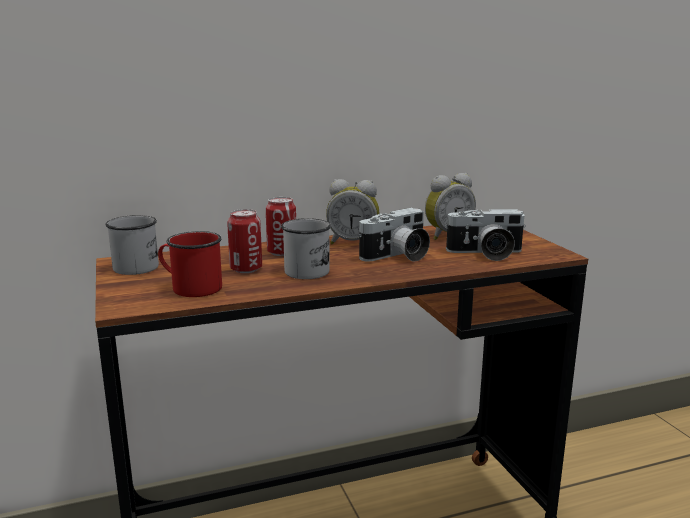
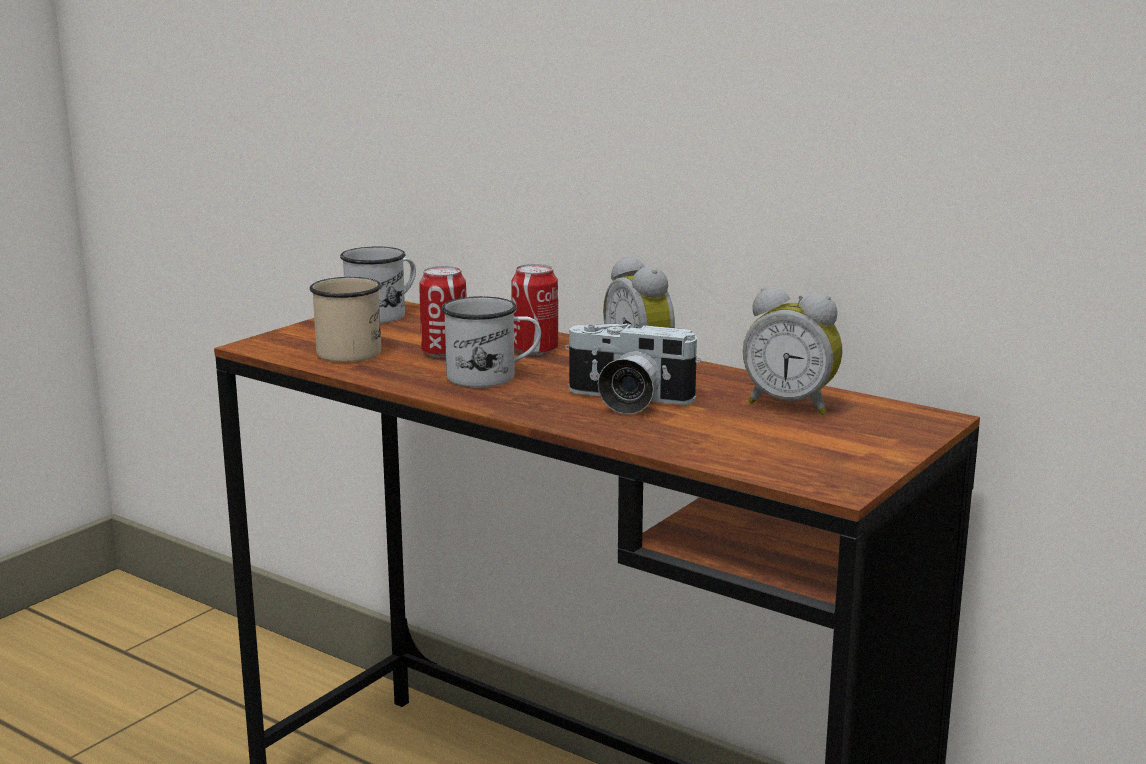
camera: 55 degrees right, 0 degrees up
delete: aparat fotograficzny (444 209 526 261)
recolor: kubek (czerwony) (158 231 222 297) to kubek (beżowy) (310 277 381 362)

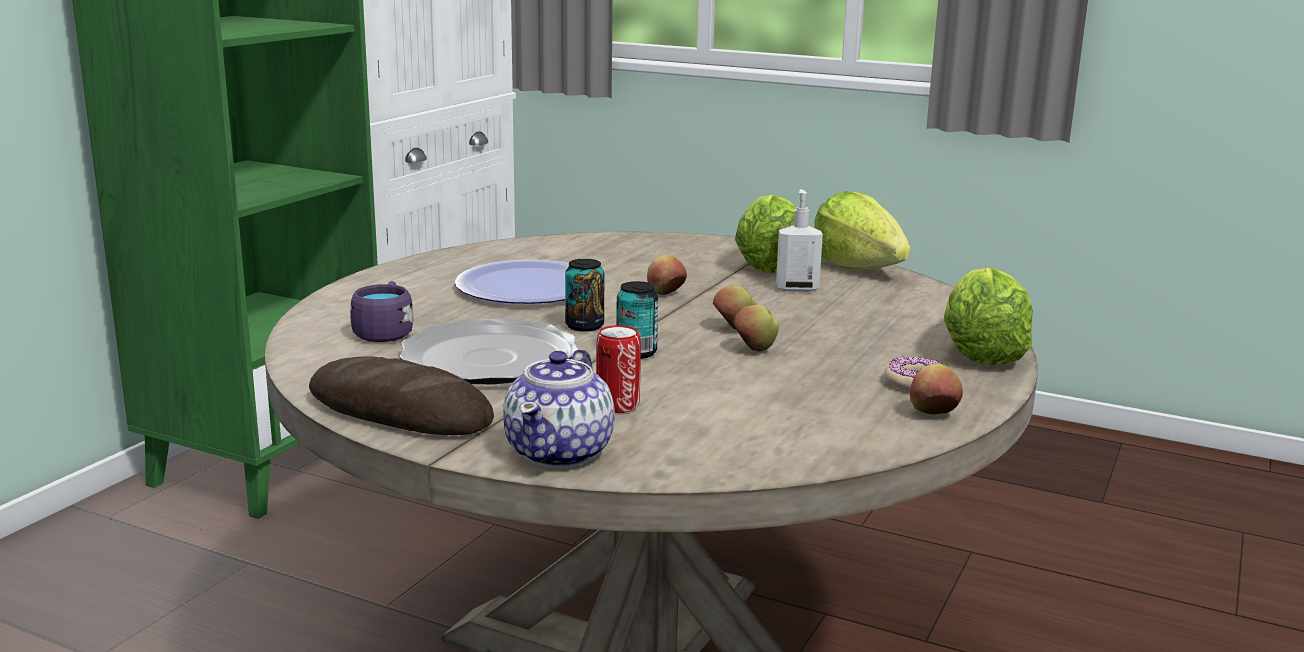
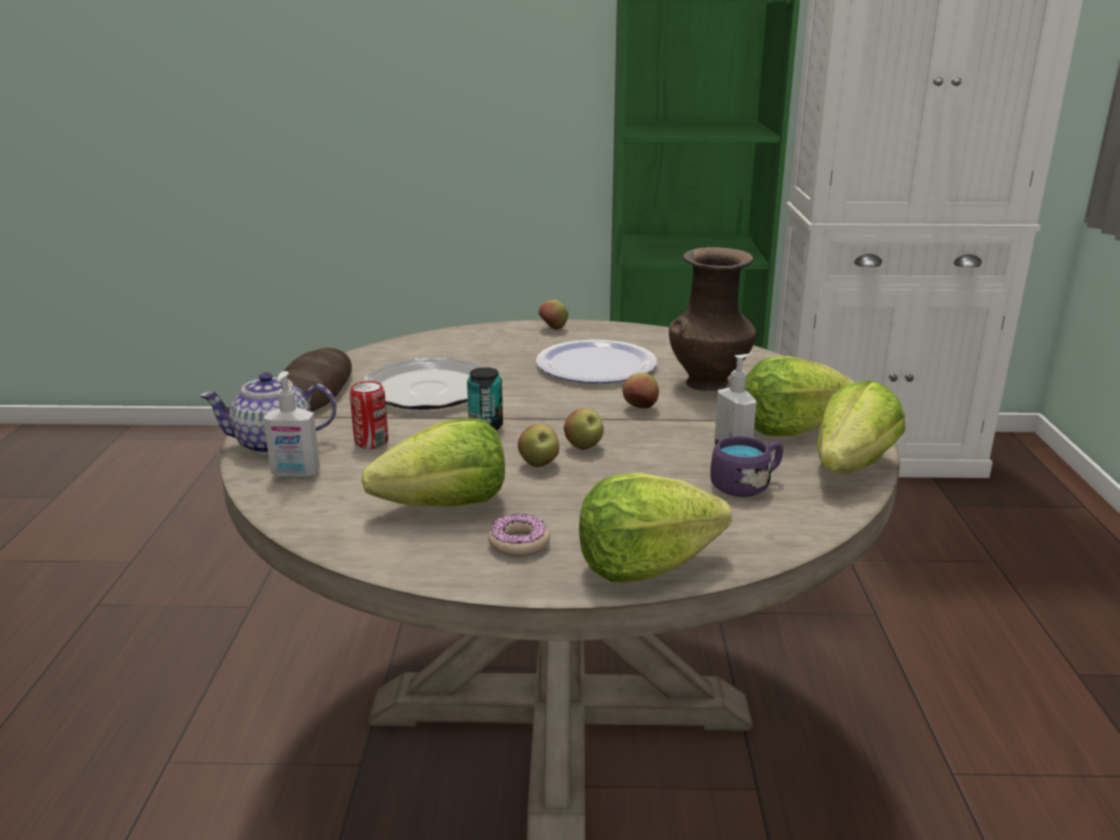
camera: 65 degrees right, 5 degrees up
delete: puszka (565 259 605 332)
insert: dozownik mydła (263 371 320 478); sałata (361 418 505 507); wazon (brązowy) (669 247 756 391)
move: jabłko (910 364 963 414) to (538 300 568 330); kubek (fioletowy) (350 281 413 342) to (710 436 783 497)

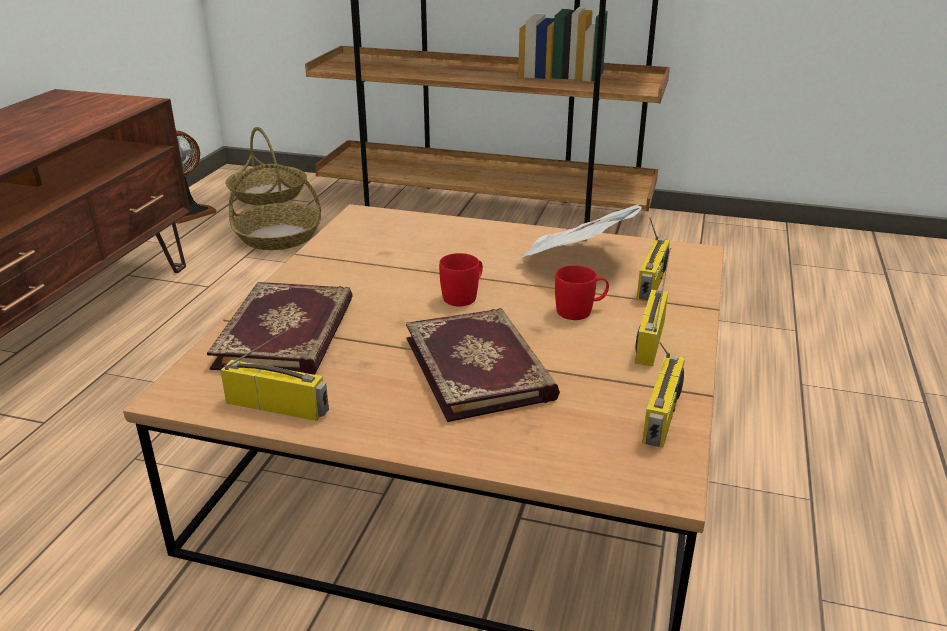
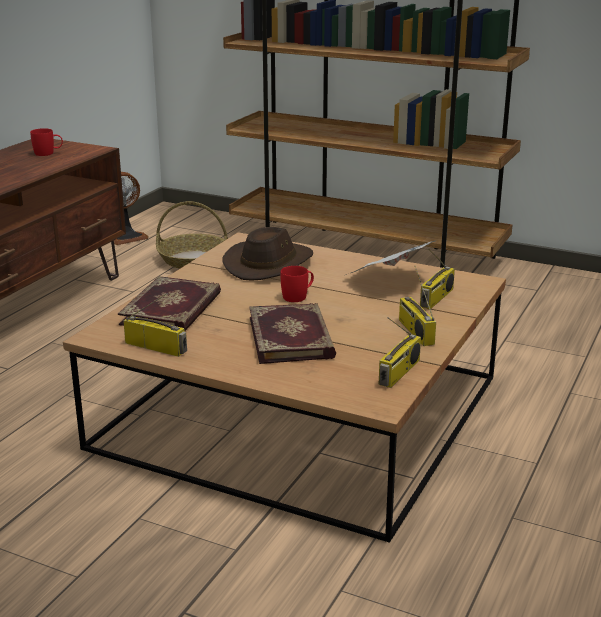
camera: 10 degrees right, 5 degrees down
delete: koszyk (225 127 307 205)
insert: kapelusz (brązowy) (222 227 313 281)
move: kubek (czerwony) (555 265 609 320) to (30 128 63 156)
rotate: radio (635 248 671 366) = (399 266 436 346) 45 degrees counterclockwise

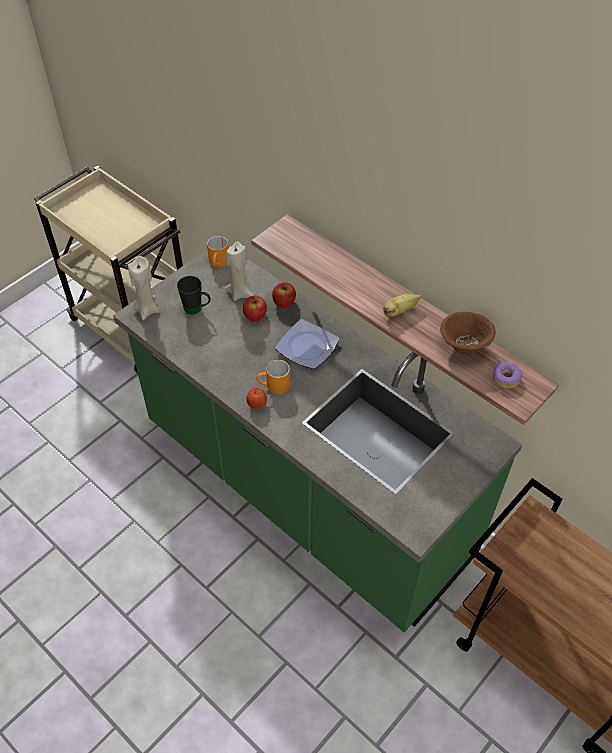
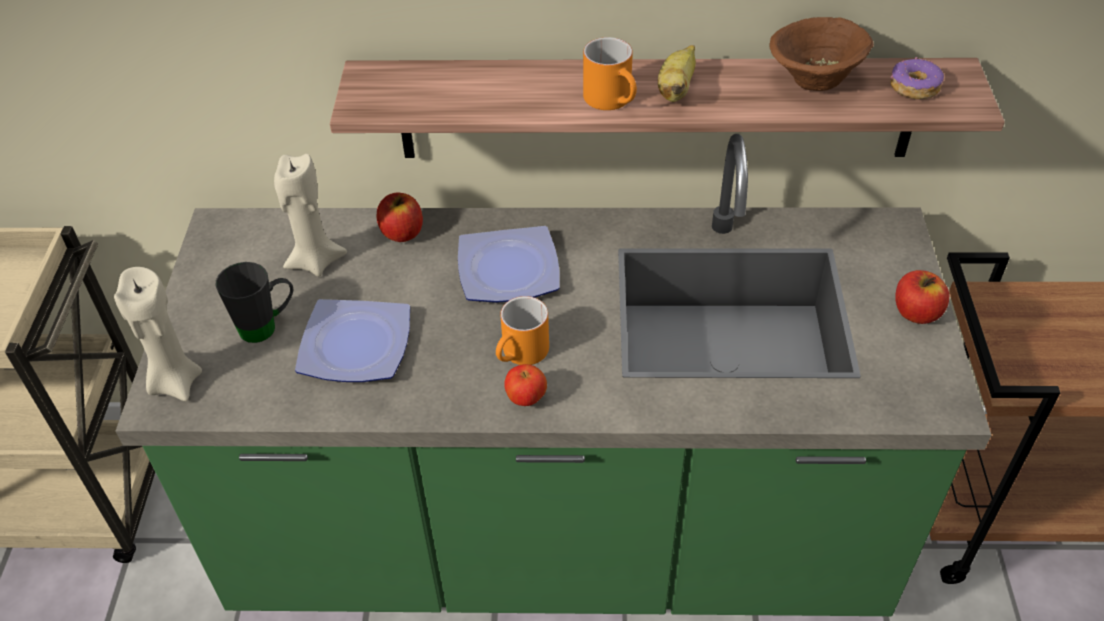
camera: 40 degrees left, 5 degrees down
insert: talerz (295 299 410 382)
move: kubek (pomarańczowy) (207 236 229 267) to (583 37 637 110); jabłko (243 295 267 322) to (895 270 949 324)

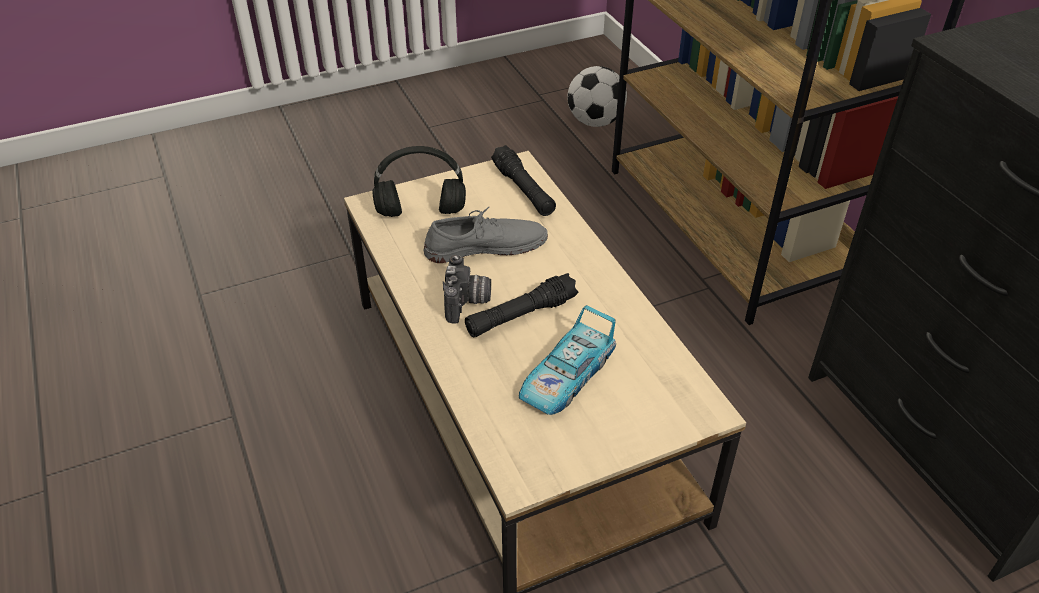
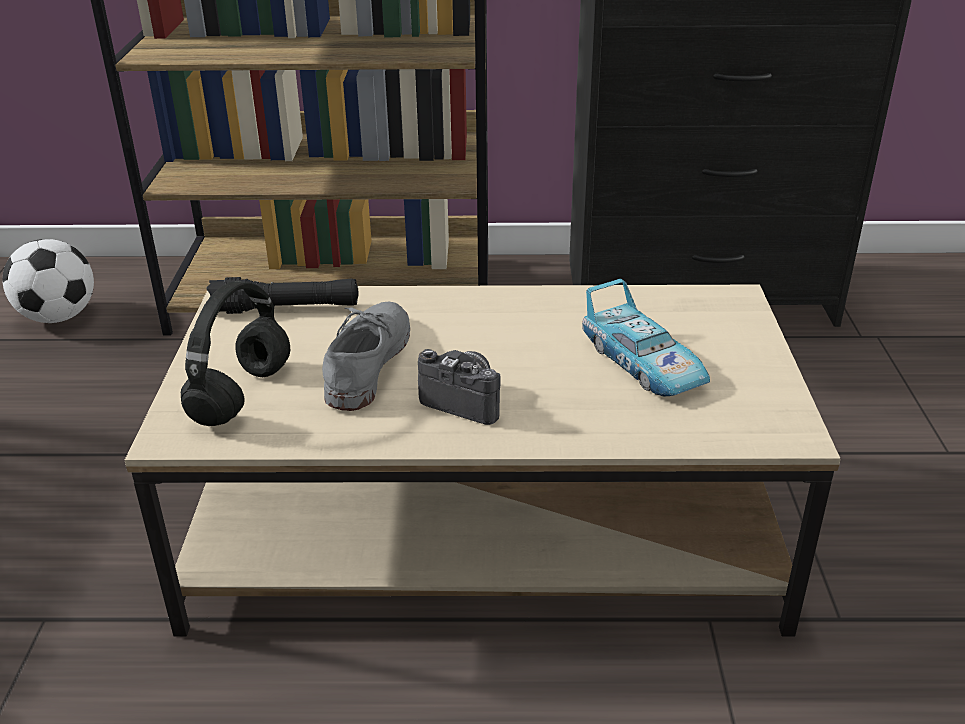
camera: 65 degrees left, 10 degrees down
delete: latarka (czarny) (465 273 579 337)

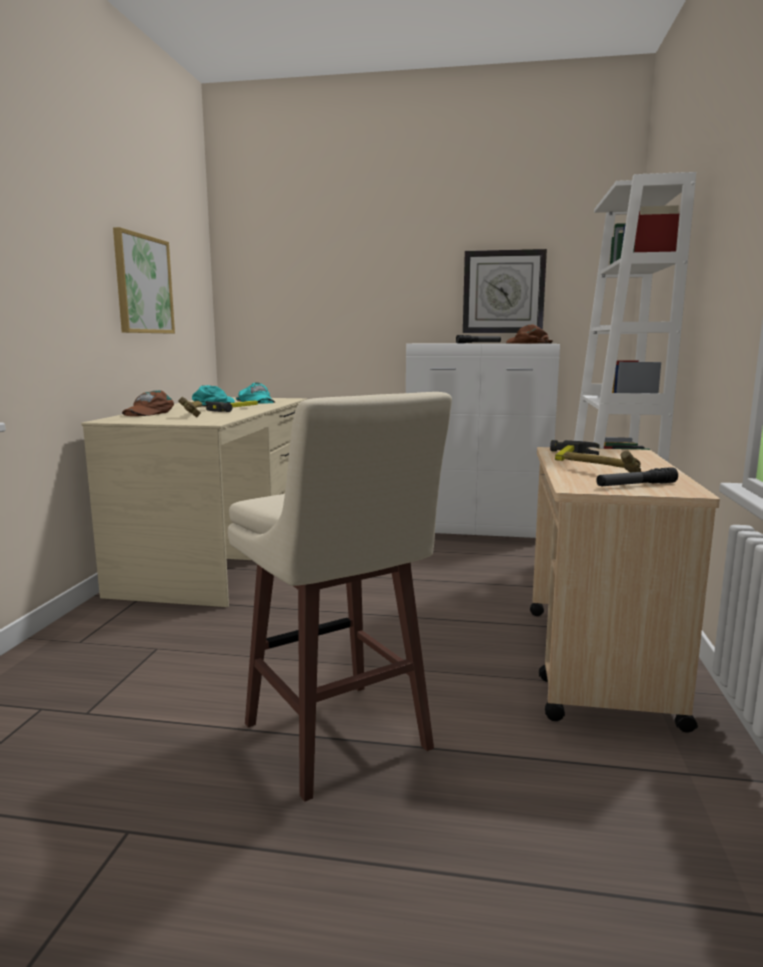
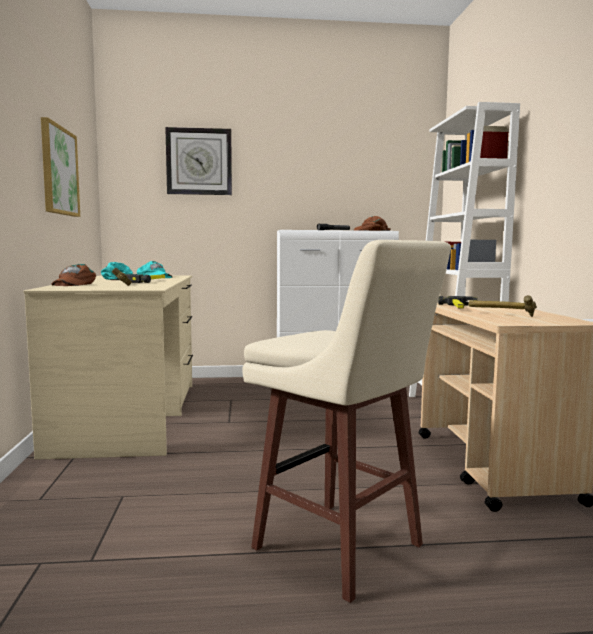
camera: 15 degrees left, 5 degrees down
delete: latarka (596 467 678 486)
move: zegar ścienny (463 249 547 333) to (165 127 232 195)

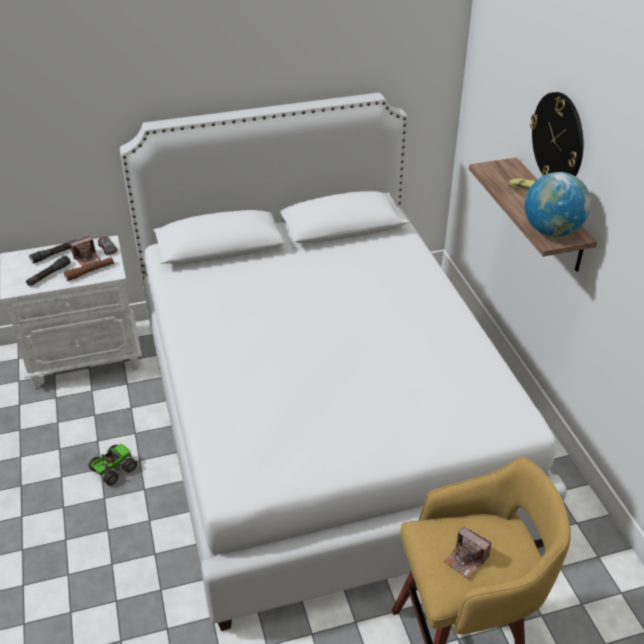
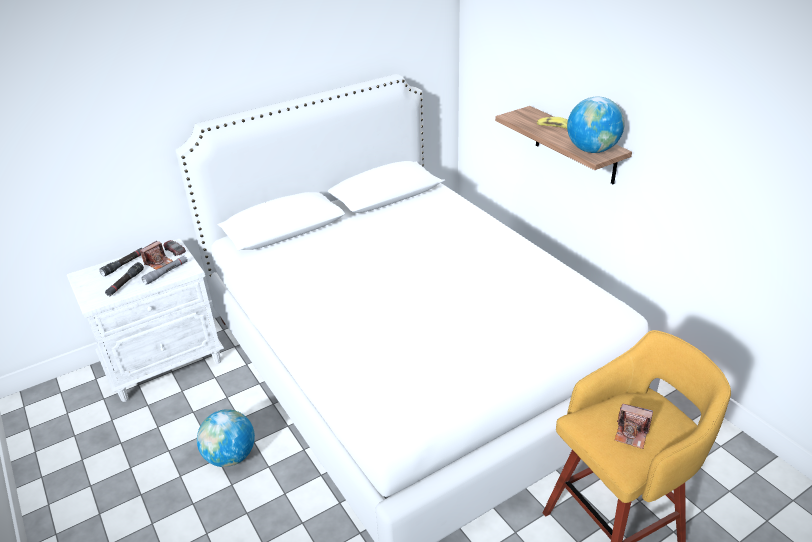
camera: 15 degrees left, 5 degrees down
delete: zegar ścienny (530 92 584 176)
replace: ciężarówka zabawkowa (88 444 137 486) to globus (197 409 255 467)
recolor: latarka (brązowy) (64 257 114 281) to latarka (szary) (142 256 188 285)

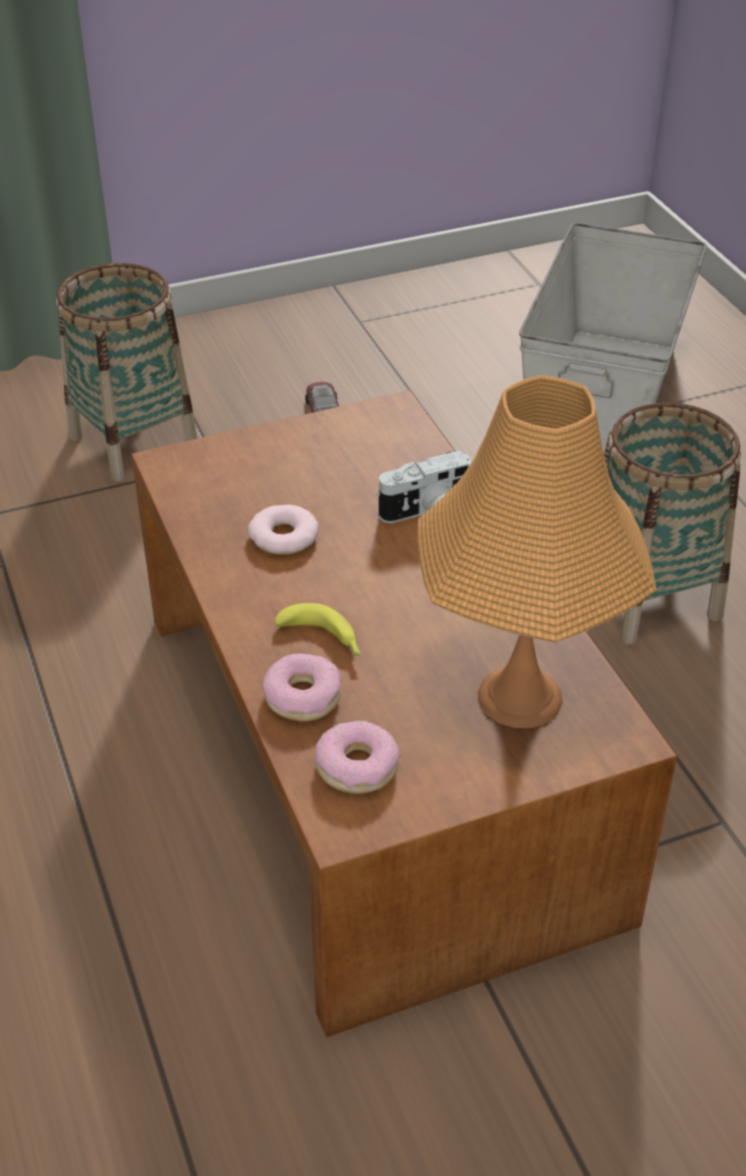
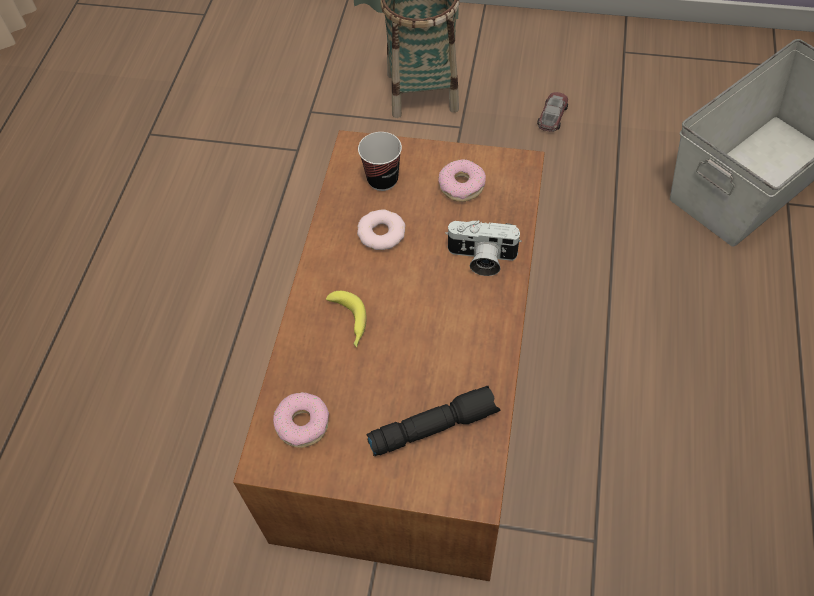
camera: 35 degrees right, 15 degrees up
delete: koszyk (604 403 741 644)
insert: filiżanka (358 132 402 191)
move: donut (263 653 342 721) to (438 159 486 202)
replace: lampa stołowa (pomarańczowy) (417 375 657 728) to latarka (czarny) (367 386 500 456)

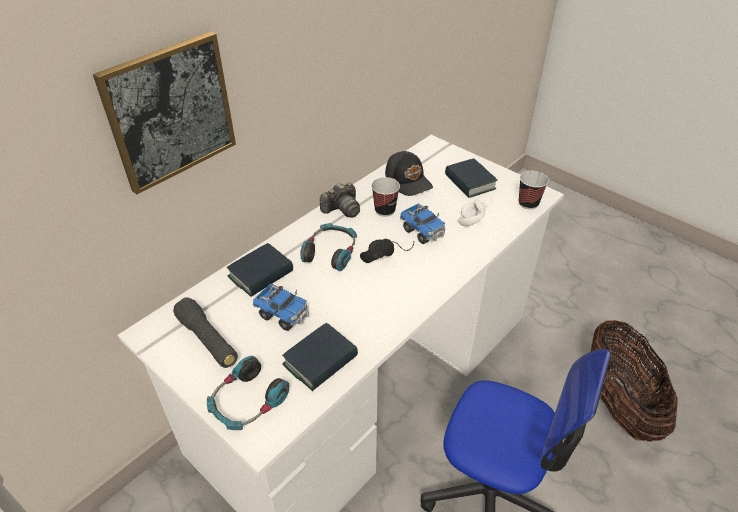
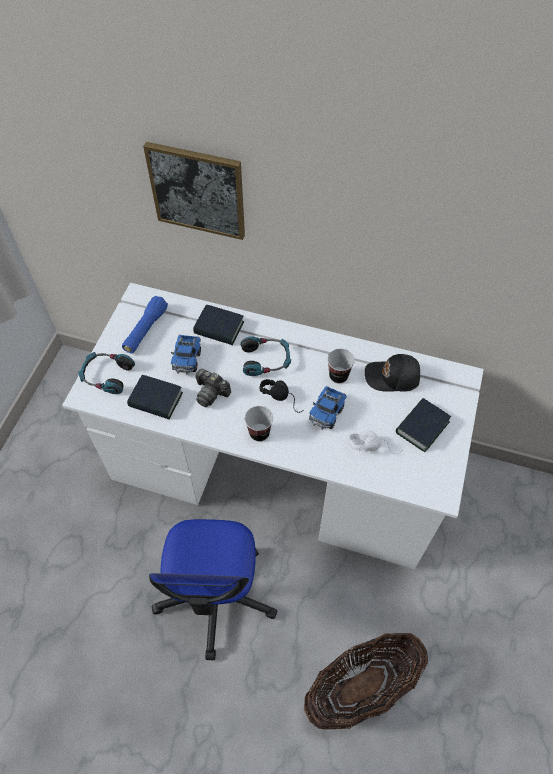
camera: 65 degrees right, 15 degrees up
move: aparat fotograficzny (320 183 360 218) to (195 369 231 407); filiżanka (519 171 549 210) to (245 406 273 442)
recolor: latarka (czarny) (173 297 238 368) to latarka (niebieski) (122 296 168 353)
rotate: czapka z daszkiem (czarny) (385 151 433 196) = (365 354 420 392) 60 degrees clockwise

